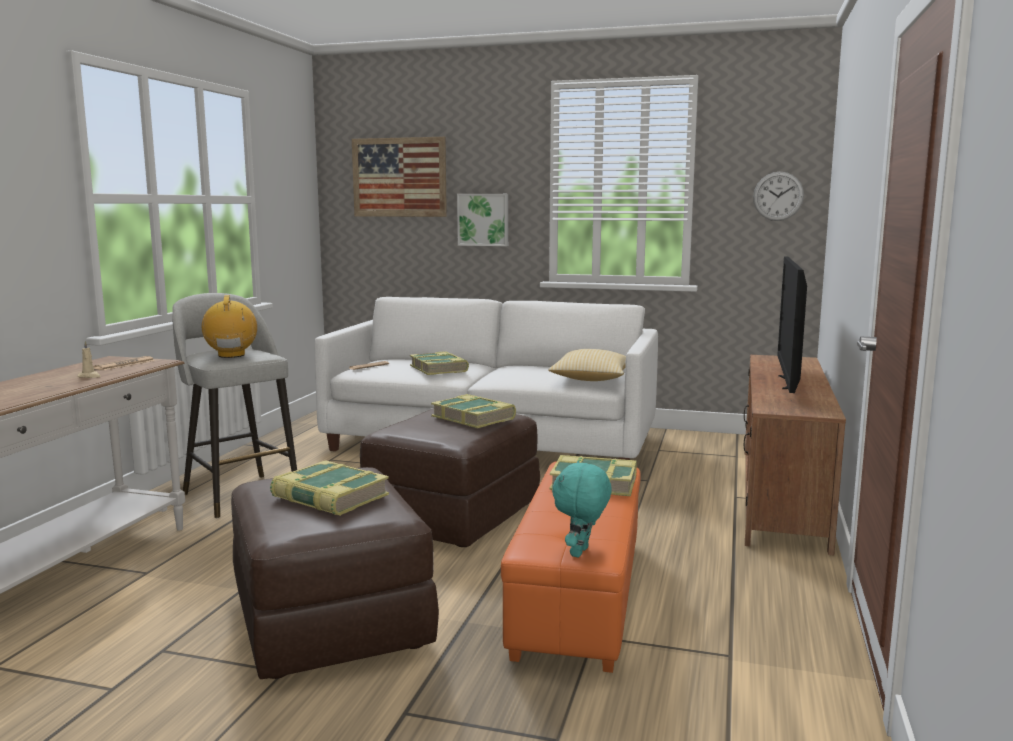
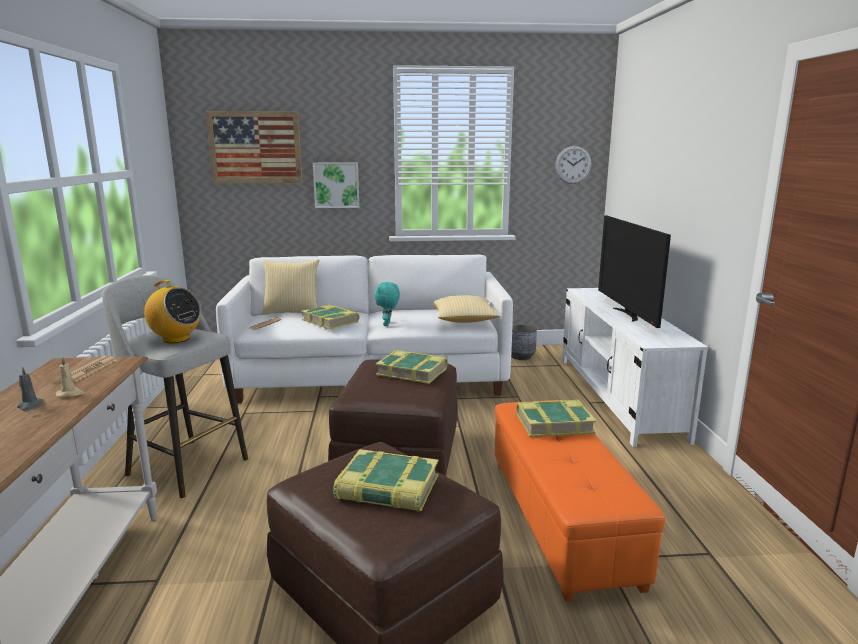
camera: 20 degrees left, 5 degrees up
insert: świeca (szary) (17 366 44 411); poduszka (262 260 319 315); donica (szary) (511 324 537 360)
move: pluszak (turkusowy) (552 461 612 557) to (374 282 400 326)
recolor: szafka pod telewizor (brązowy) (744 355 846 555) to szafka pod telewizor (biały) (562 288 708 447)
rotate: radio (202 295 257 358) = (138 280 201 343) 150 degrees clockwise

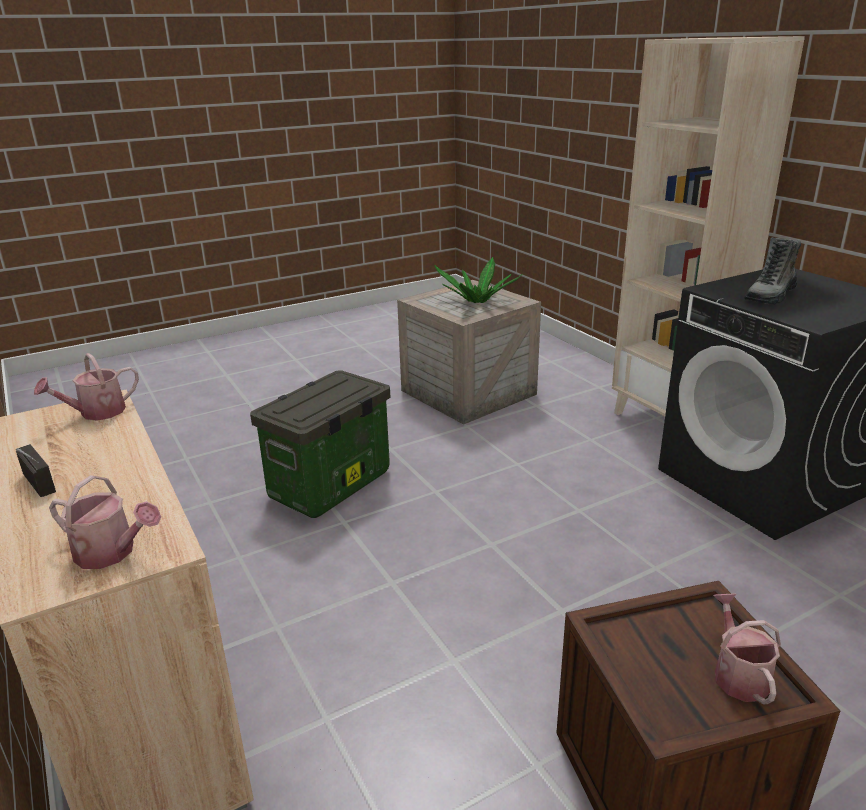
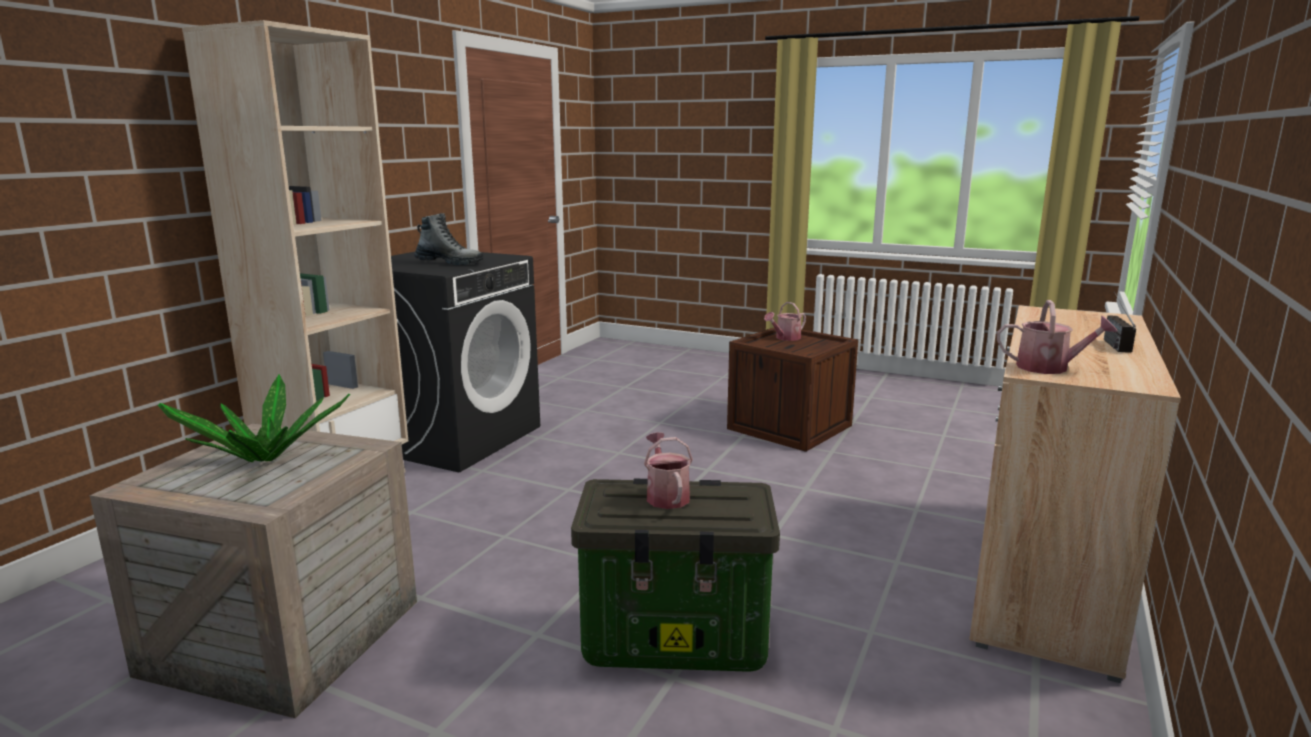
camera: 125 degrees left, 10 degrees down
move: konewka (49 475 161 569) to (644 432 693 509)

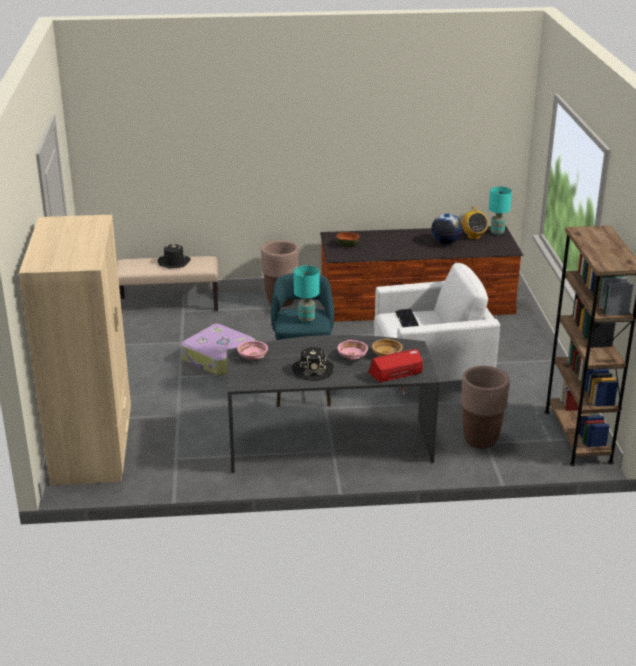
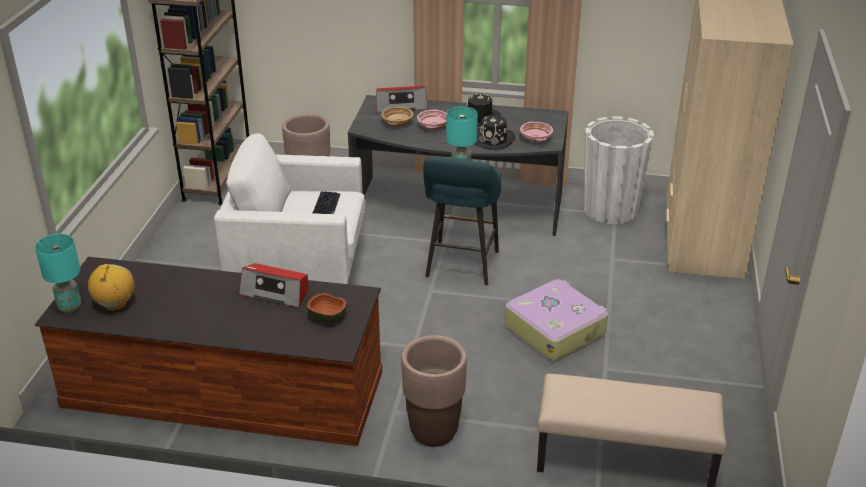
camera: 165 degrees left, 5 degrees up
delete: globus (431 213 462 244)
insert: radio (239 263 308 307); donica (biały) (584 116 654 224)
move: kapelusz (czarny) (158 244 191 268) to (475 115 515 150)

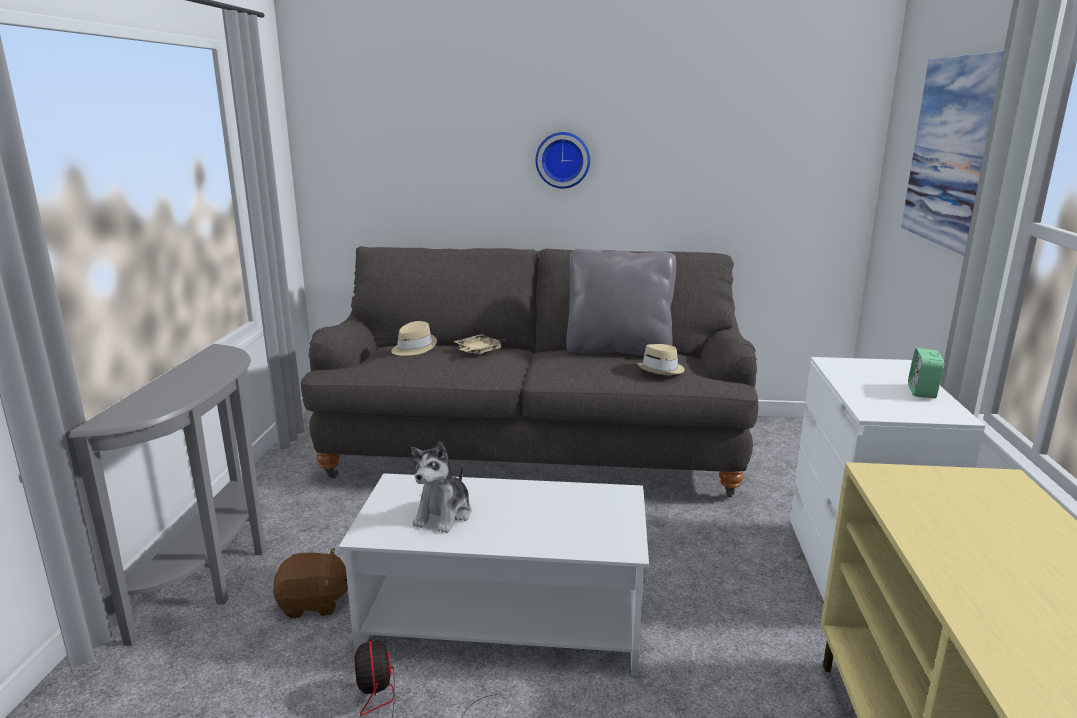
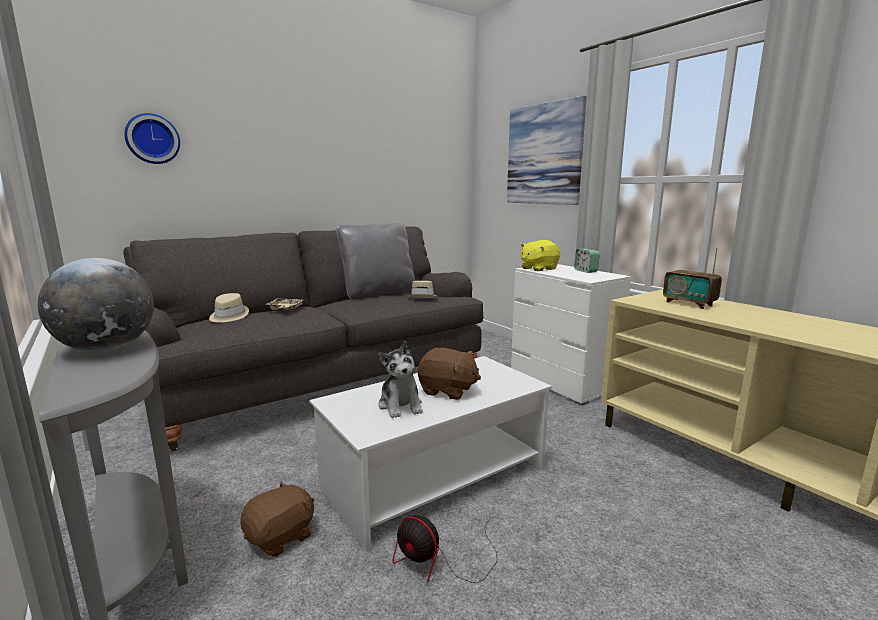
camera: 40 degrees left, 5 degrees down
insert: globus (38 258 154 352); pluszak (brązowy) (418 348 481 400); pluszak (żółty) (521 240 560 271); radio (663 248 722 309)
move: zegar ścienny (536 132 590 189) to (124 113 180 164)

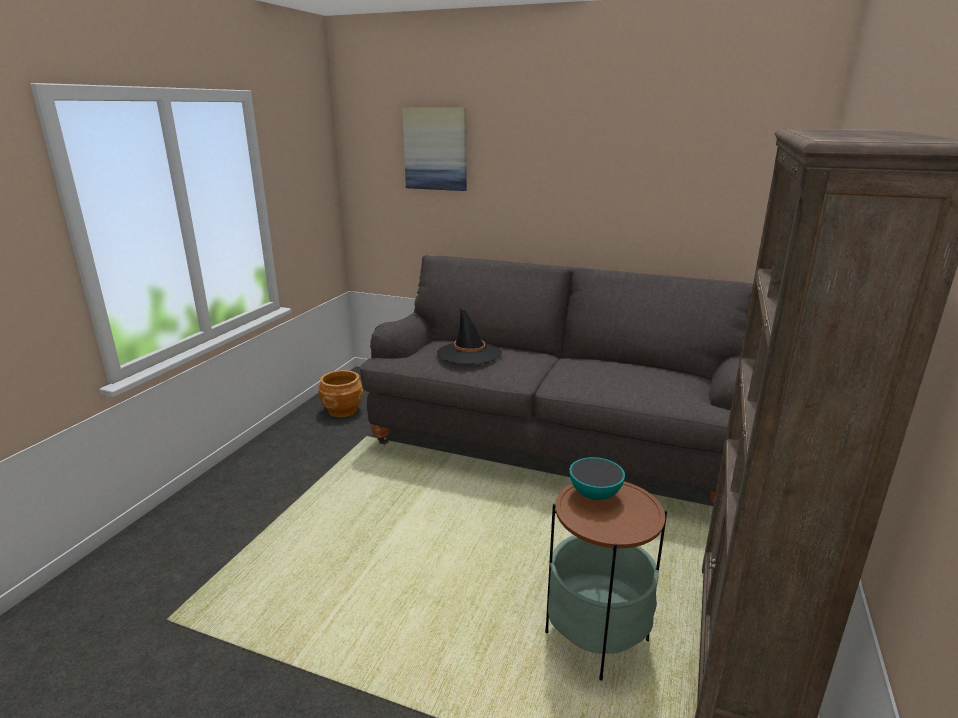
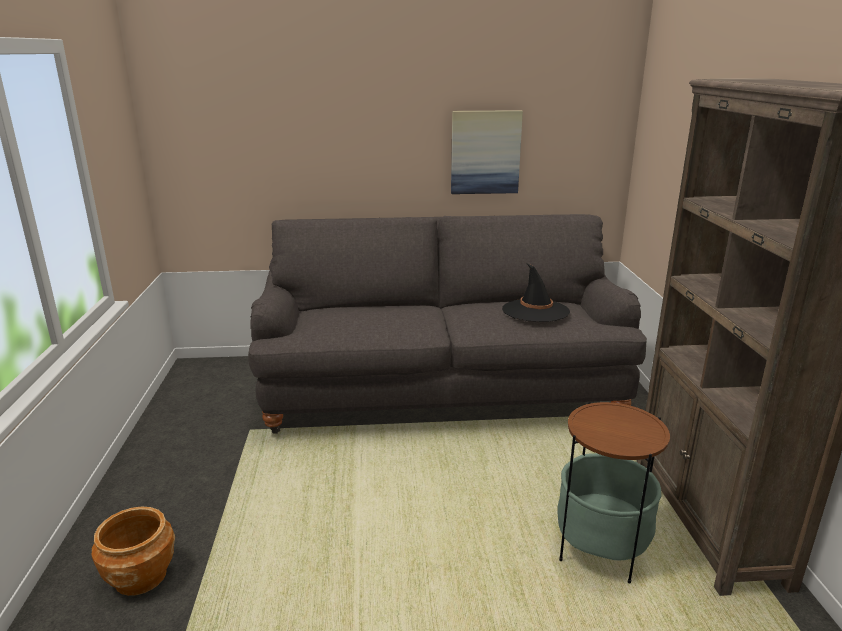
camera: 25 degrees left, 0 degrees up
delete: miska (570 457 625 500)
move: donica (brązowy) (318 370 364 417) to (92 506 175 596); obraz (402 108 467 191) to (451 110 523 194); kapelusz (czarny) (437 306 502 364) to (502 264 570 322)

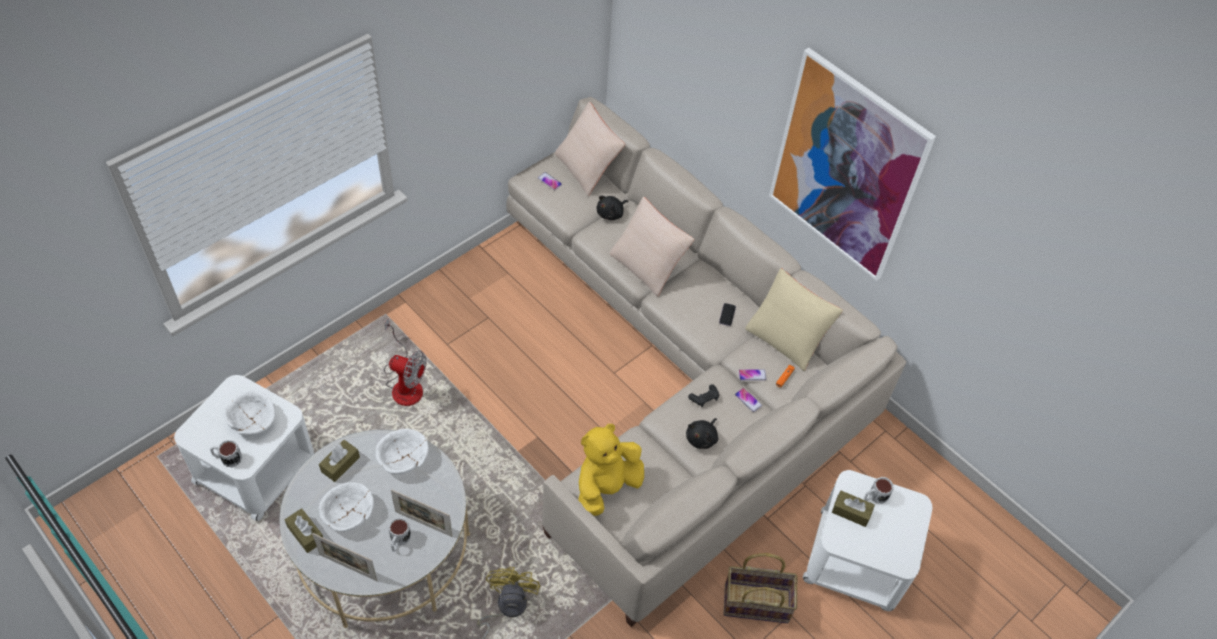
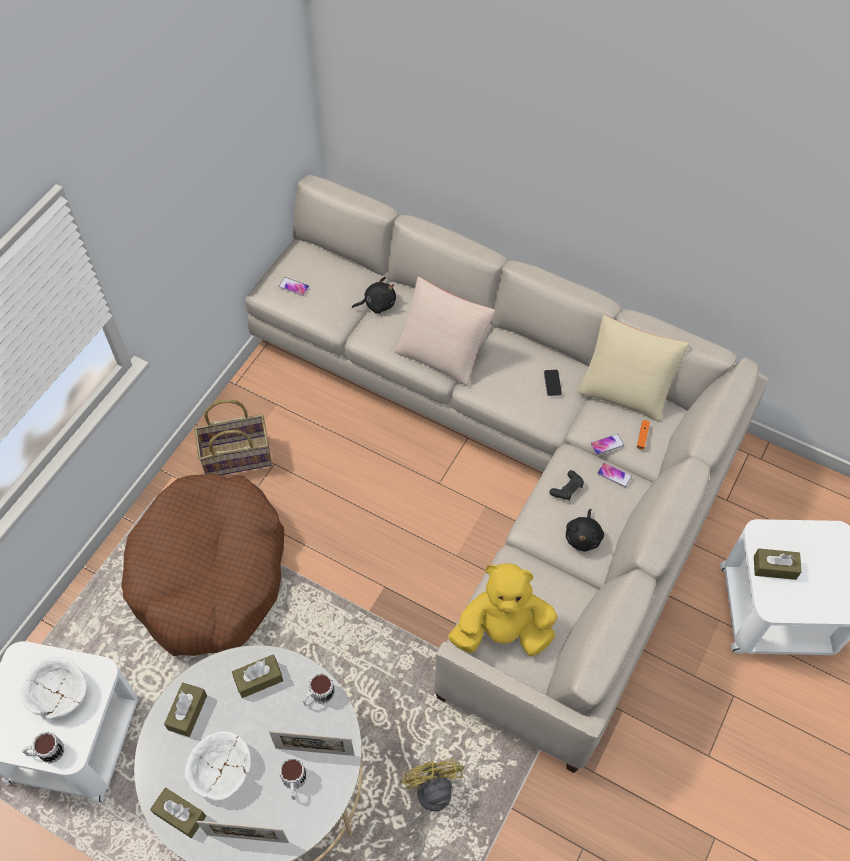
camera: 15 degrees left, 5 degrees up
delete: poduszka (beżowy) (555 102 625 196); obraz (769 48 936 281)
move: koszyk (724 553 797 623) to (194 399 272 475); kubek (864 477 894 504) to (303 672 335 707)
replace: wentylator (384 319 426 406) to legowisko (brązowy) (121 474 284 656); miska (biały) (376 428 429 475) to pudełko chusteczek (brązowy) (232 655 283 698)
rotate: pluszak (czarny) (596 196 628 220) = (352 277 396 314) 135 degrees counterclockwise; pluszak (żółty) (578 424 644 516) = (448 563 557 656) 60 degrees clockwise

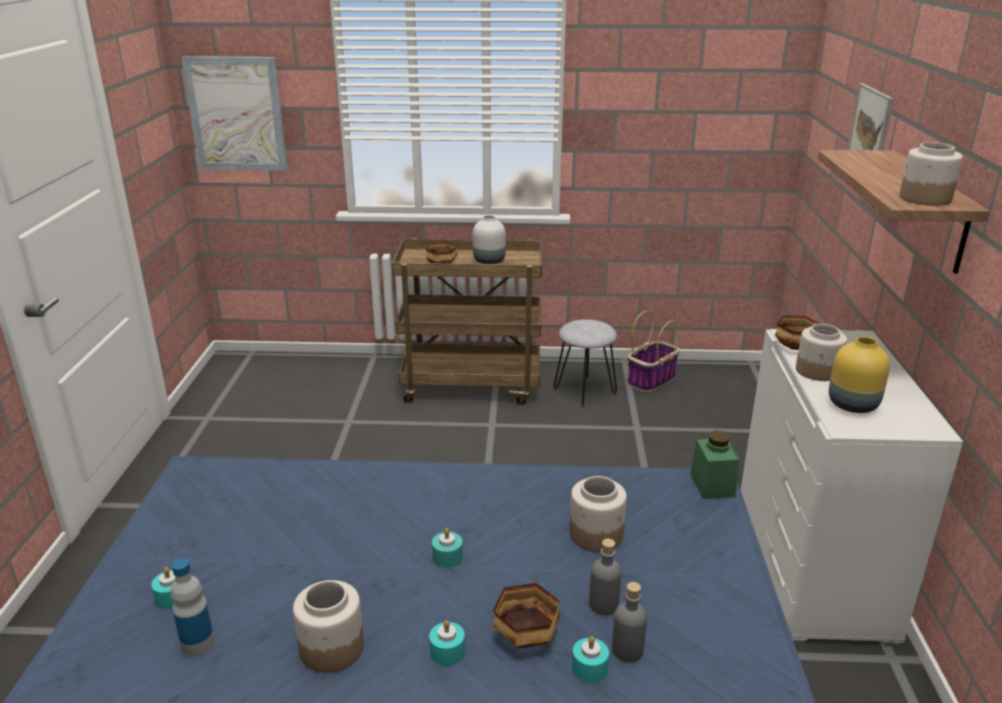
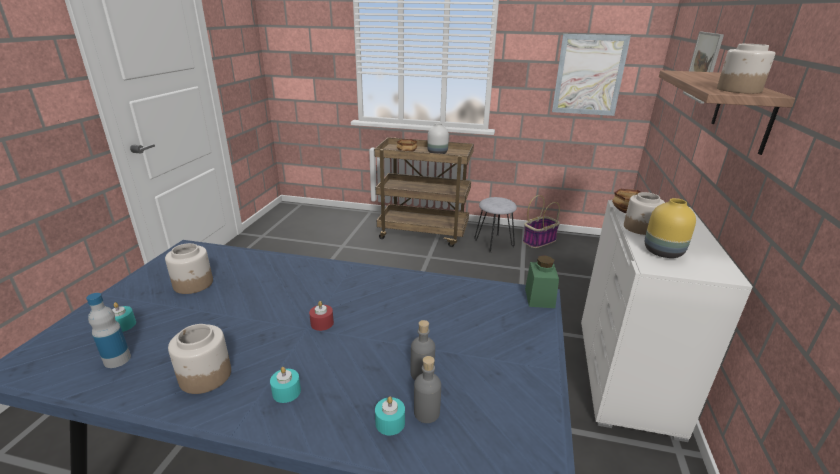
camera: 10 degrees right, 0 degrees up
delete: miska (492 583 561 648)
move: słoik (569 476 627 552) to (165 243 213 294); obraz (181 56 288 170) to (552 34 631 116)
recolor: świeca (turkusowy) (432 528 463 568) to świeca (czerwony) (309 301 334 331)

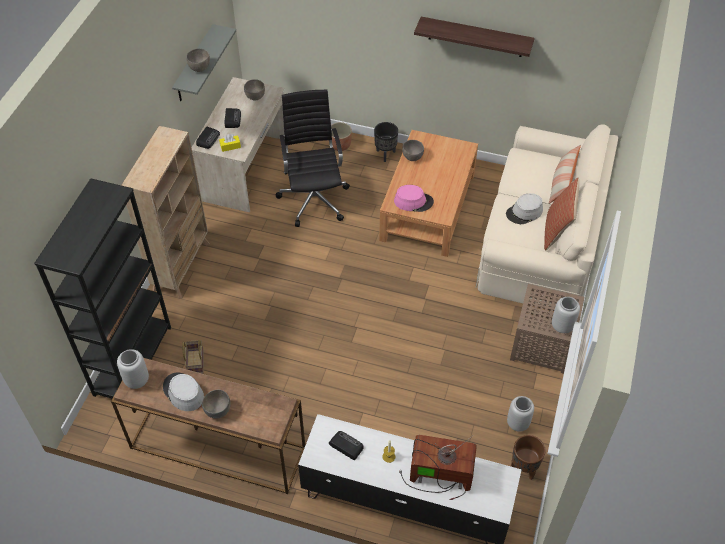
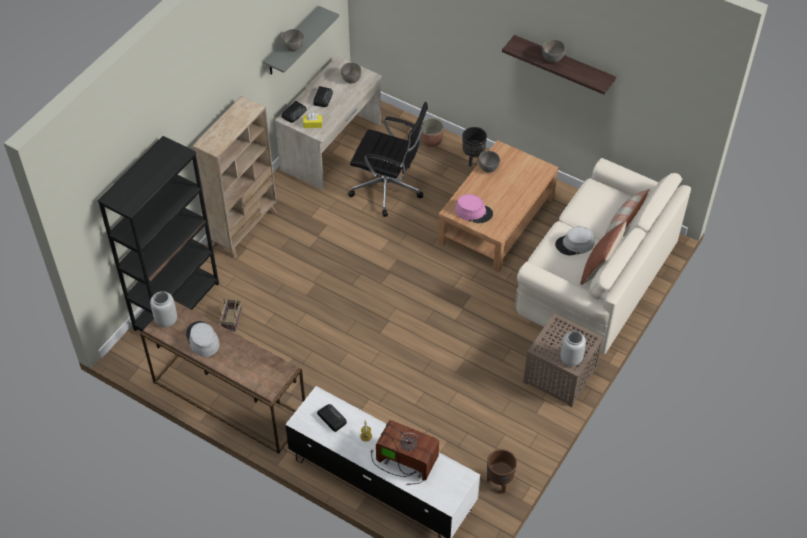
camera: 15 degrees right, 0 degrees up
delete: wazon (szary) (507 396 534 432)
move: miska (szary) (202 390 231 419) to (542 40 565 62)
rotate: krzesło biurowe (czarny) (276 90 350 227) = (348 102 428 217) 105 degrees clockwise

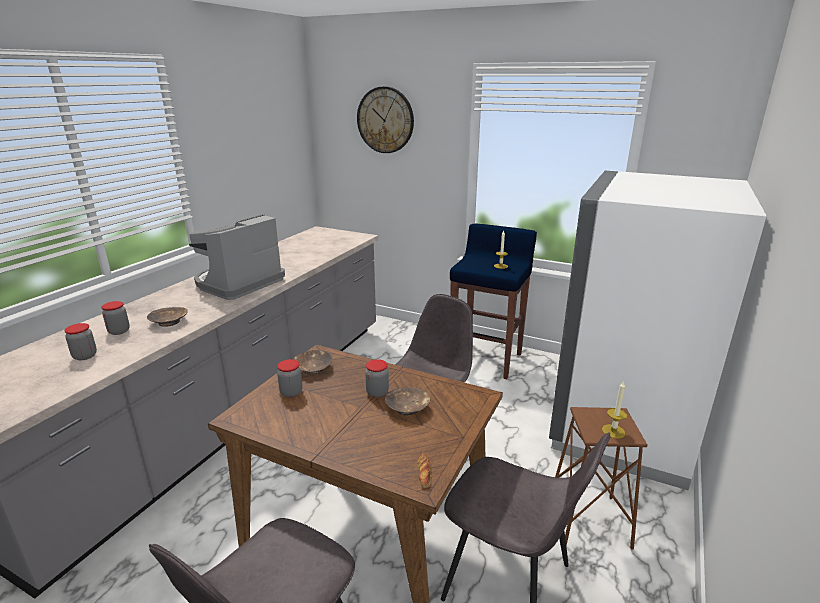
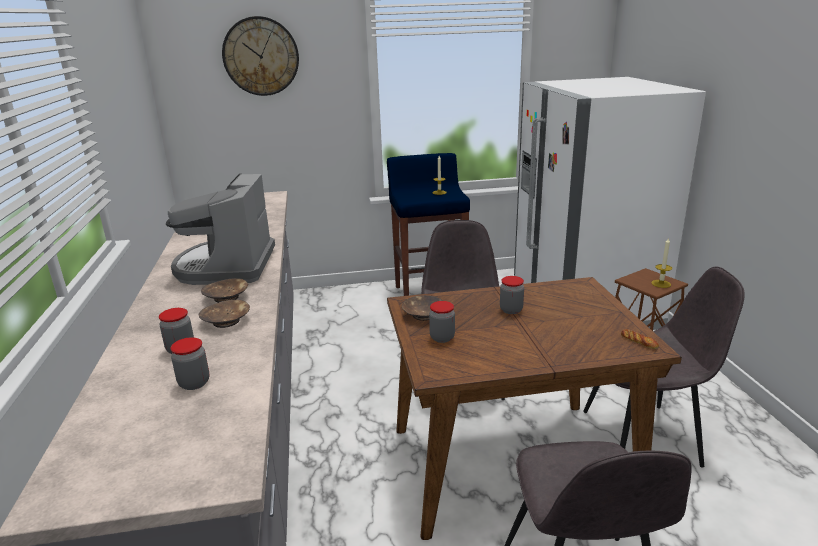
camera: 35 degrees left, 0 degrees up
move: miska (brązowy) (385 387 430 415) to (201 278 248 303)

